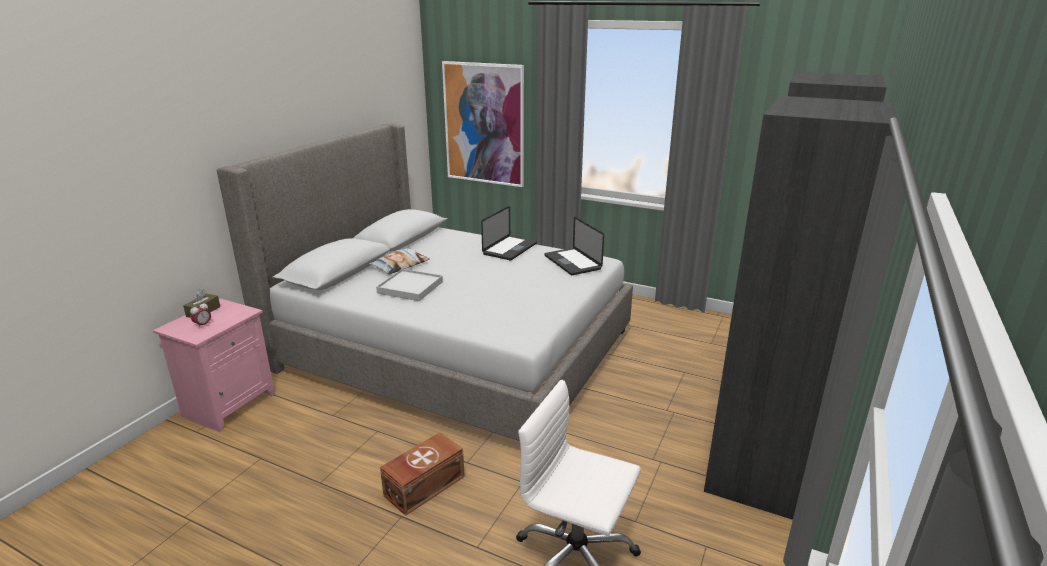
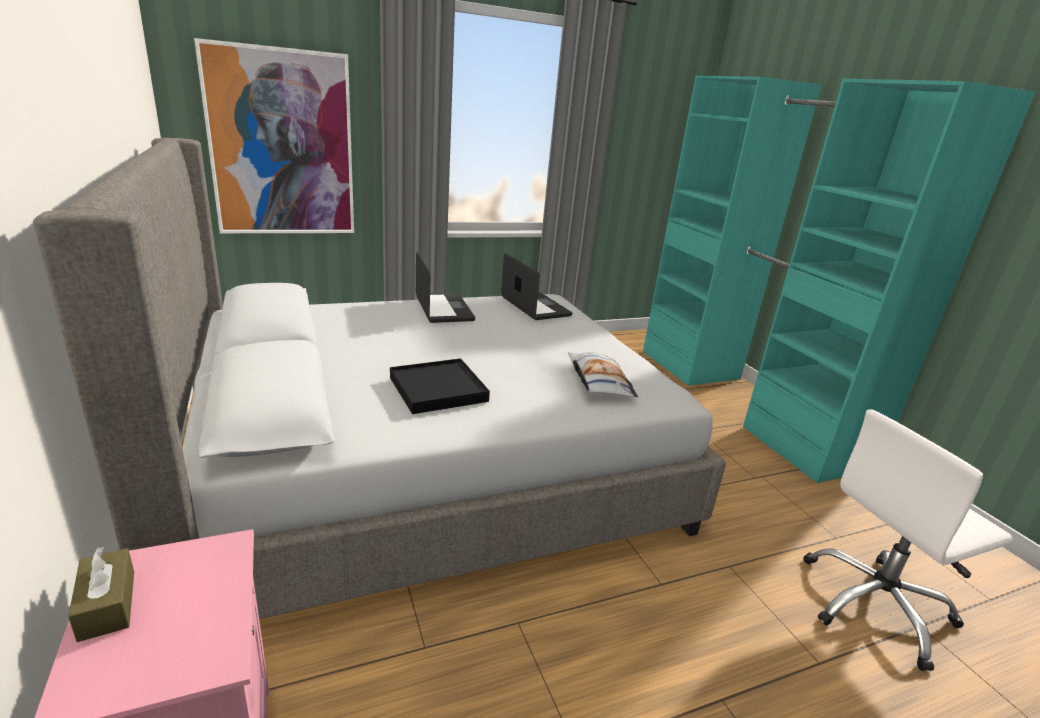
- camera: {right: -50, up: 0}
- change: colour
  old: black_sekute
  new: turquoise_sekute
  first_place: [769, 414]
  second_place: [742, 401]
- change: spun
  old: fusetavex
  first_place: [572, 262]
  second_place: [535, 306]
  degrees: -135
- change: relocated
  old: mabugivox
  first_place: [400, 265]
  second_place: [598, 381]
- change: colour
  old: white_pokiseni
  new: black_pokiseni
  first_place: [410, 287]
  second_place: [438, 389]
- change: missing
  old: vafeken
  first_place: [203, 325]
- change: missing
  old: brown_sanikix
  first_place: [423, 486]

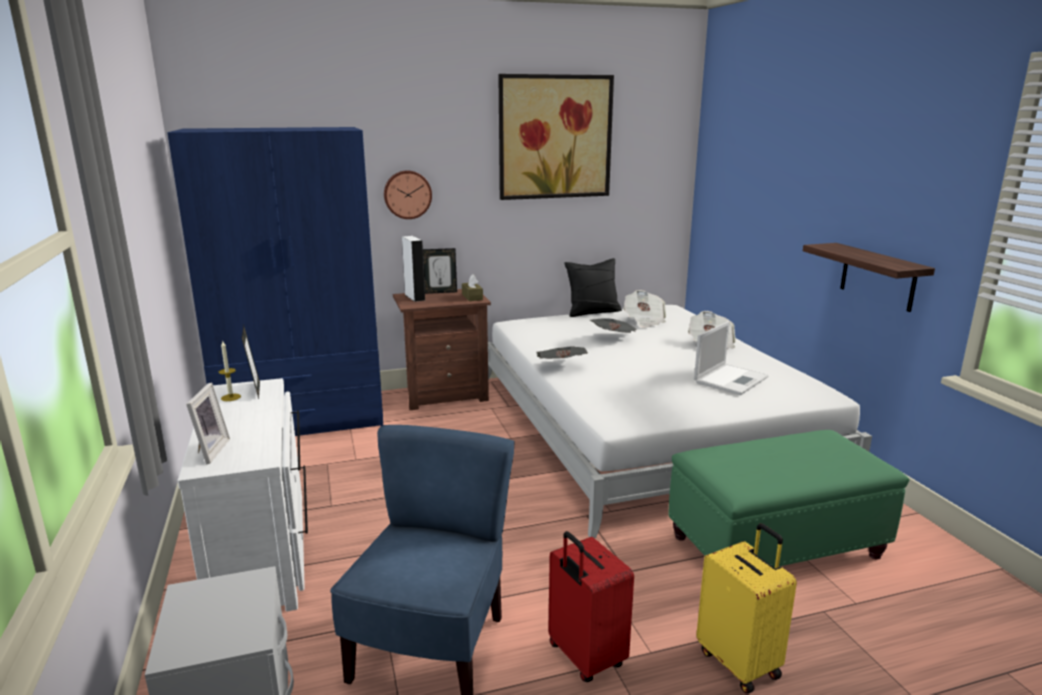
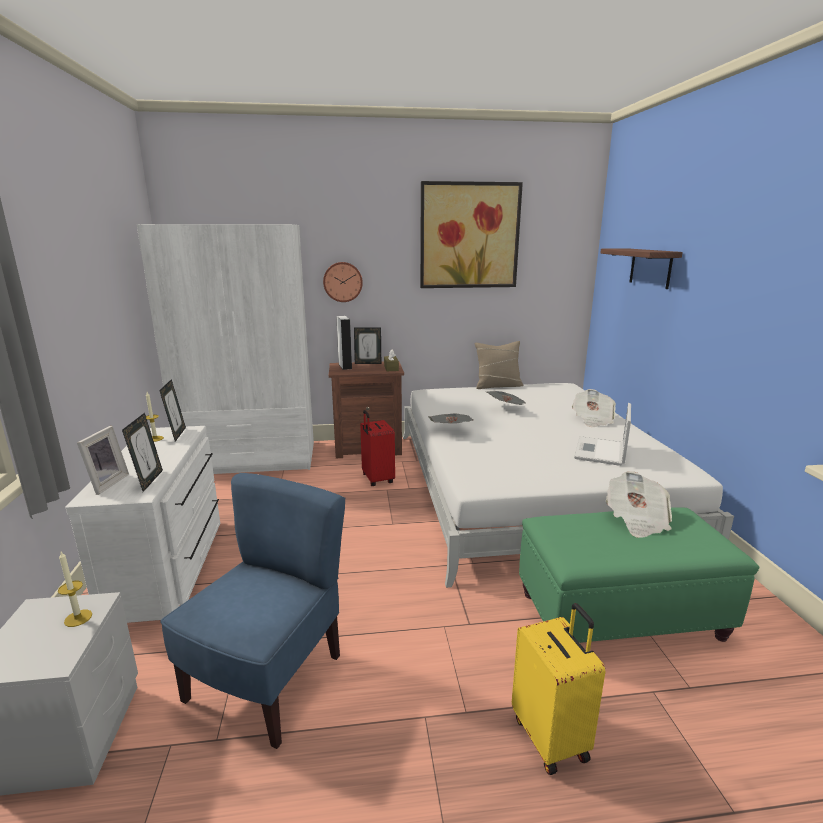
- camera: {right: 10, up: 0}
- change: colour
  old: blue_sekute
  new: white_sekute
  first_place: [303, 419]
  second_place: [251, 459]
- change: relocated
  old: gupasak
  first_place: [877, 277]
  second_place: [650, 268]
- change: colour
  old: black_mabugivox
  new: beige_mabugivox
  first_place: [592, 312]
  second_place: [497, 386]
- change: relocated
  old: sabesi
  first_place: [644, 321]
  second_place: [636, 520]
- change: spun
  old: fusetavex
  first_place: [731, 379]
  second_place: [600, 452]
  degrees: 150
- change: relocated
  old: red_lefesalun
  first_place: [584, 657]
  second_place: [377, 479]
- change: appeared
  new: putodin
  second_place: [149, 481]
- change: appeared
  new: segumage
  second_place: [78, 618]

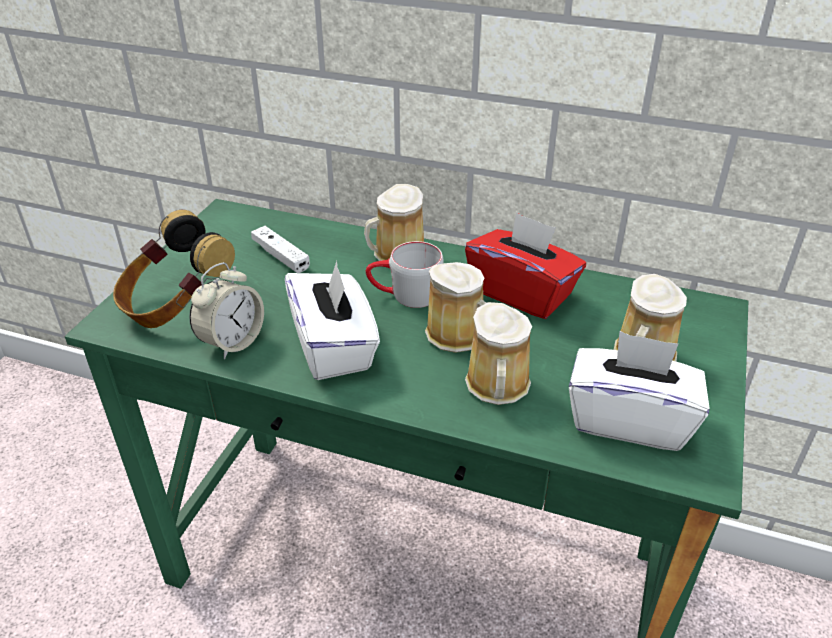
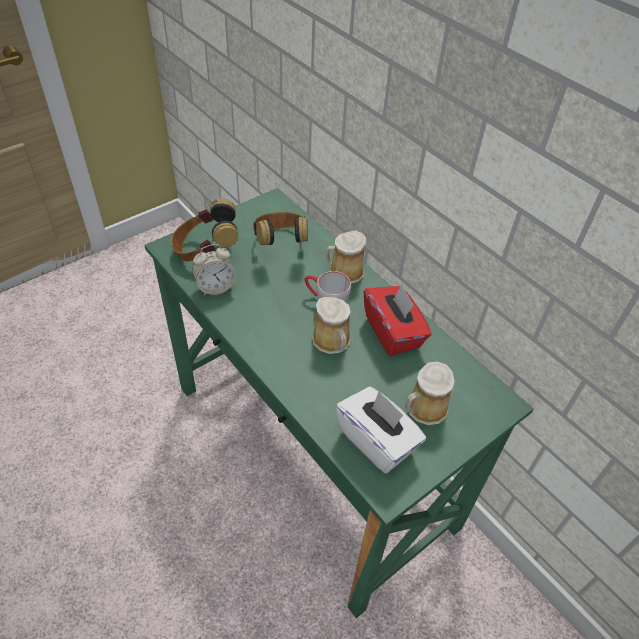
- camera: {right: 30, up: 10}
- change: exchanged
  old: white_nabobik
  new: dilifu
  first_place: [281, 256]
  second_place: [280, 244]
- change: missing
  old: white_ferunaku
  first_place: [334, 347]
- change: missing
  old: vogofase
  first_place: [497, 387]

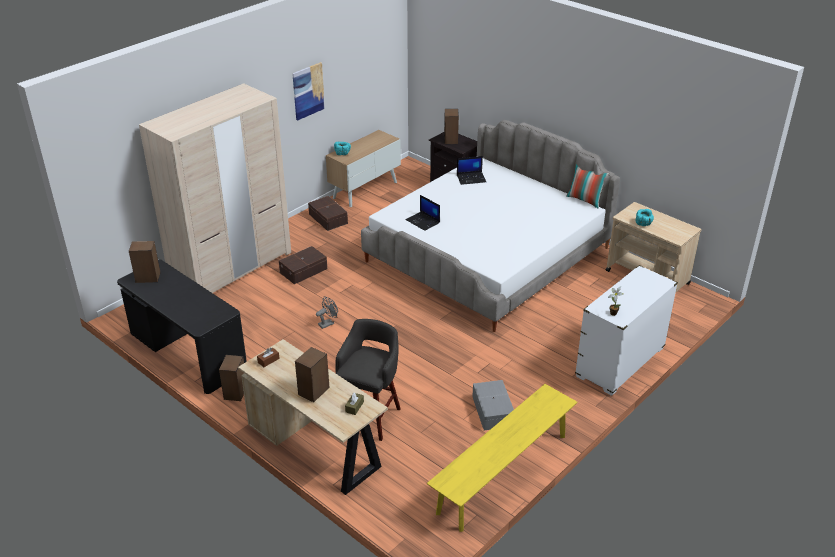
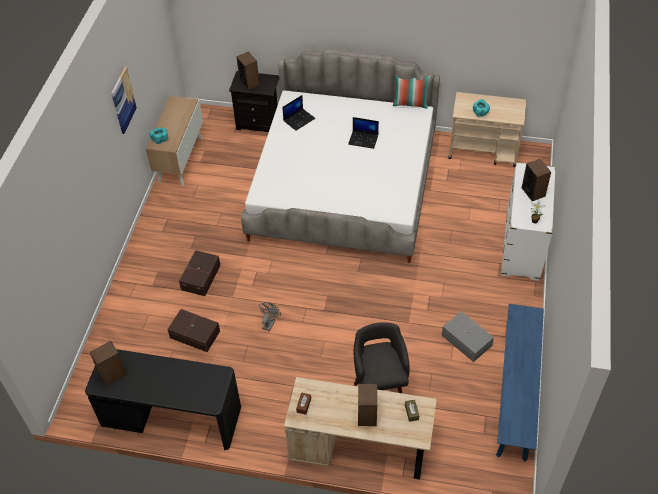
- camera: {right: -30, up: 15}
- change: missing
  old: beige_sekute
  first_place: [231, 268]
- change: relocated
  old: fusetavex
  first_place: [423, 221]
  second_place: [363, 139]
- change: relocated
  old: brown_sanikix
  first_place: [328, 219]
  second_place: [195, 335]
- change: relocated
  old: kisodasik
  first_place: [235, 392]
  second_place: [533, 192]
- change: colour
  old: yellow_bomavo
  new: blue_bomavo
  first_place: [503, 473]
  second_place: [516, 393]

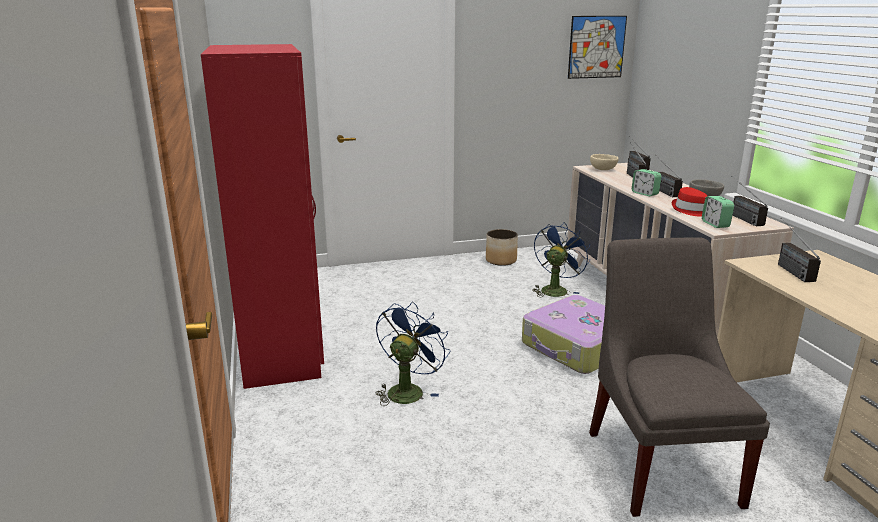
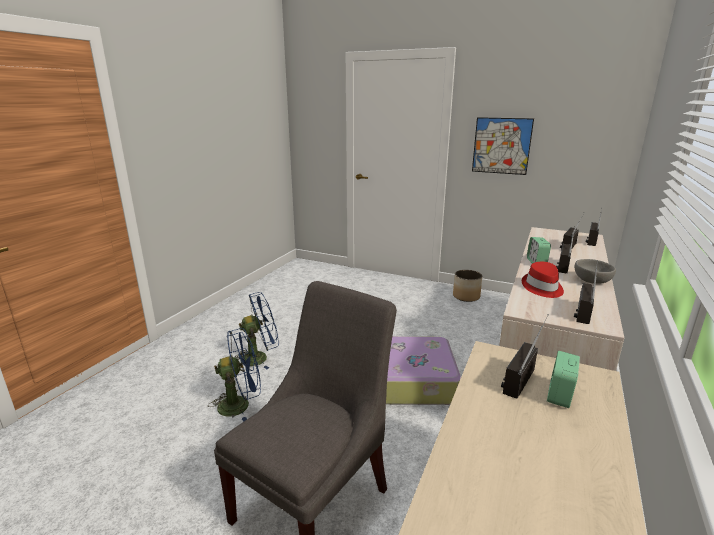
- camera: {right: 40, up: 0}
- change: relocated
  old: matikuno
  first_place: [596, 47]
  second_place: [501, 146]
- change: missing
  old: red_sekute
  first_place: [282, 348]
- change: missing
  old: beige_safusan
  first_place: [602, 169]
- change: relocated
  old: vafeken
  first_place: [715, 224]
  second_place: [559, 395]
- change: relocated
  old: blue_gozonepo
  first_place: [555, 289]
  second_place: [241, 404]

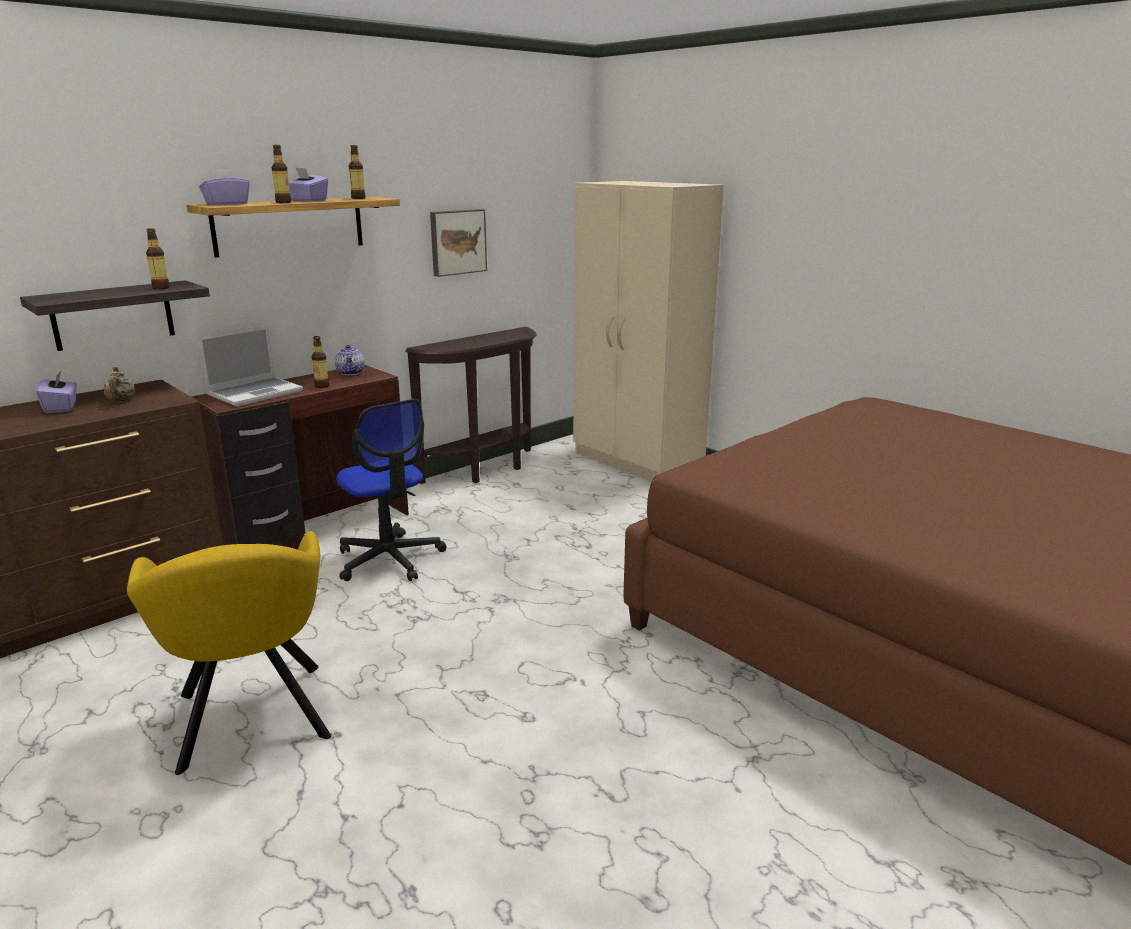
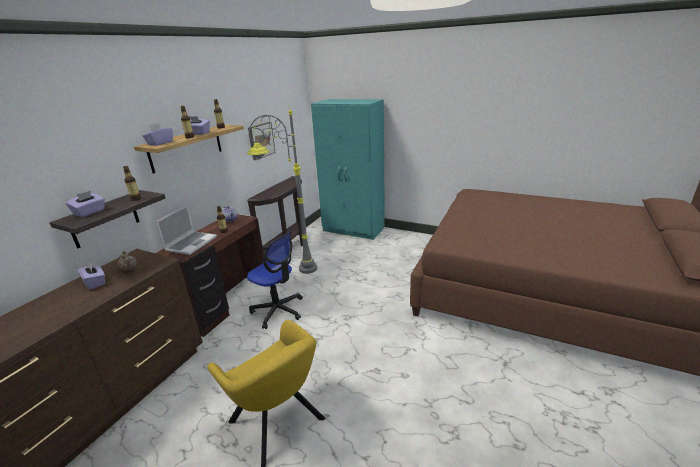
- camera: {right: -20, up: 5}
- change: colour
  old: beige_sekute
  new: turquoise_sekute
  first_place: [638, 461]
  second_place: [354, 230]
- change: appeared
  new: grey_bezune
  second_place: [292, 271]
- change: appeared
  new: purple_ferunaku
  second_place: [90, 212]

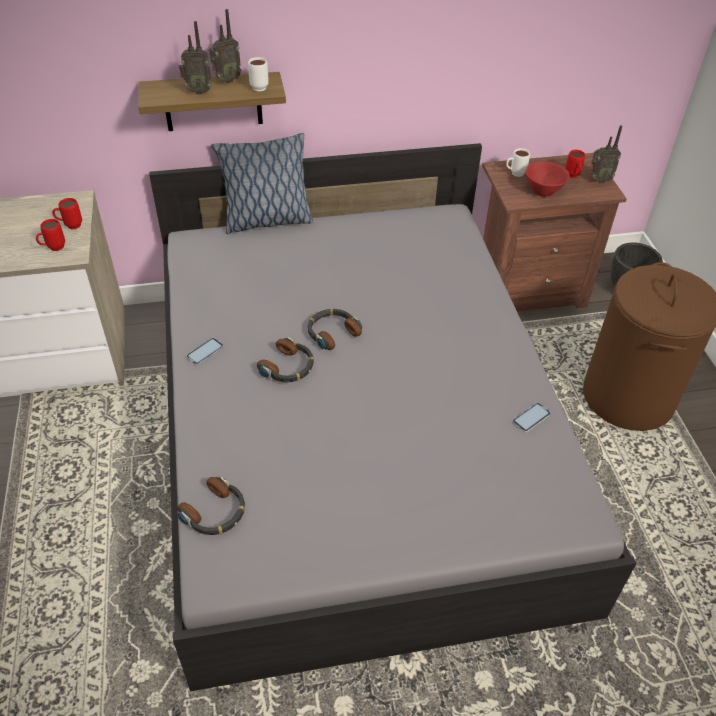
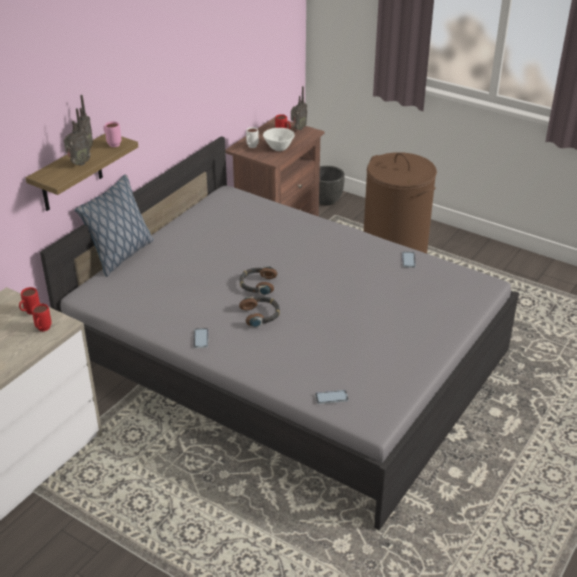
- camera: {right: -45, up: -10}
- change: colour
  old: white_vogofase
  new: pink_vogofase
  first_place: [259, 86]
  second_place: [112, 144]
- change: colour
  old: red_safusan
  new: white_safusan
  first_place: [545, 190]
  second_place: [279, 147]
- change: exchanged
  old: dilifu
  new: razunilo
  first_place: [215, 513]
  second_place: [331, 398]

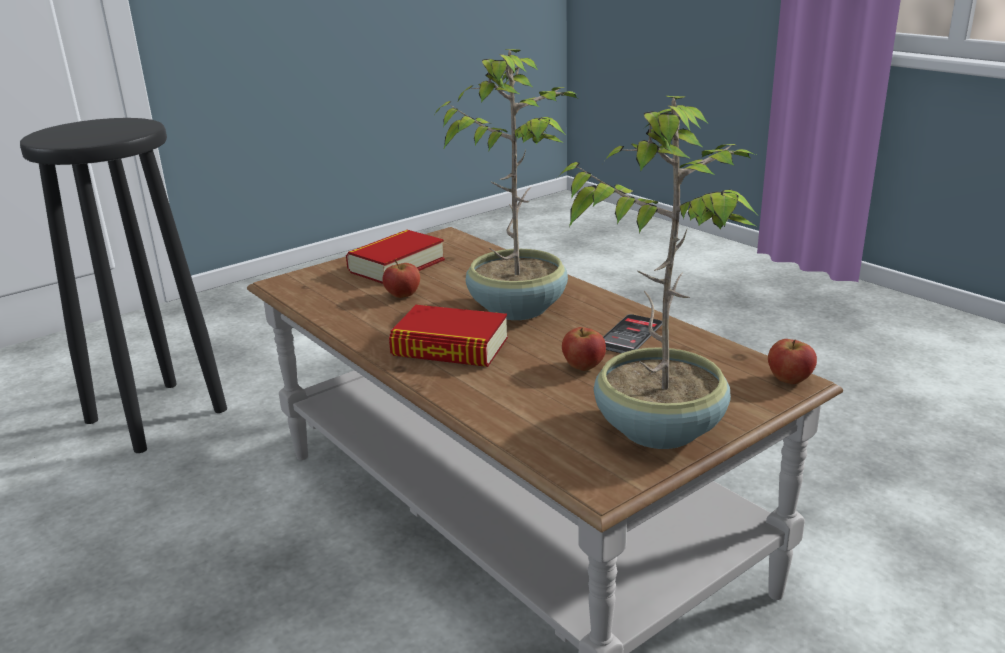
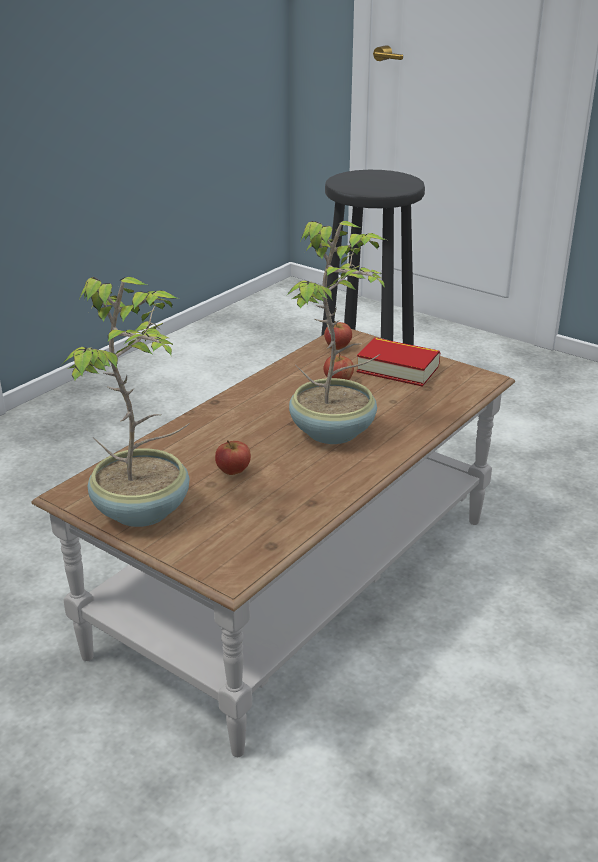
- camera: {right: 75, up: 5}
- change: missing
  old: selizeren
  first_place: [450, 347]
- change: missing
  old: razunilo
  first_place: [629, 335]
- change: relocated
  old: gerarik
  first_place: [789, 379]
  second_place: [338, 347]

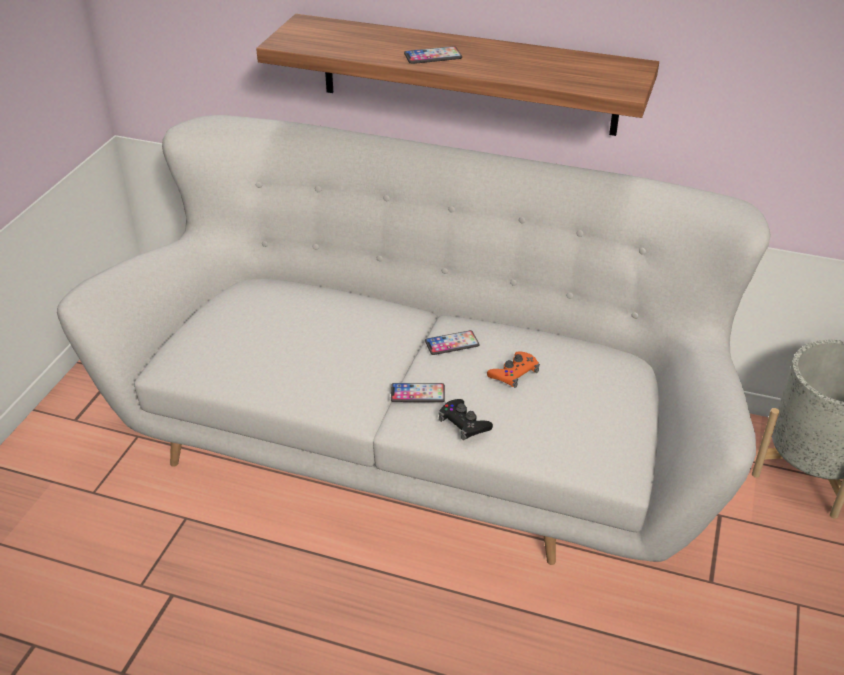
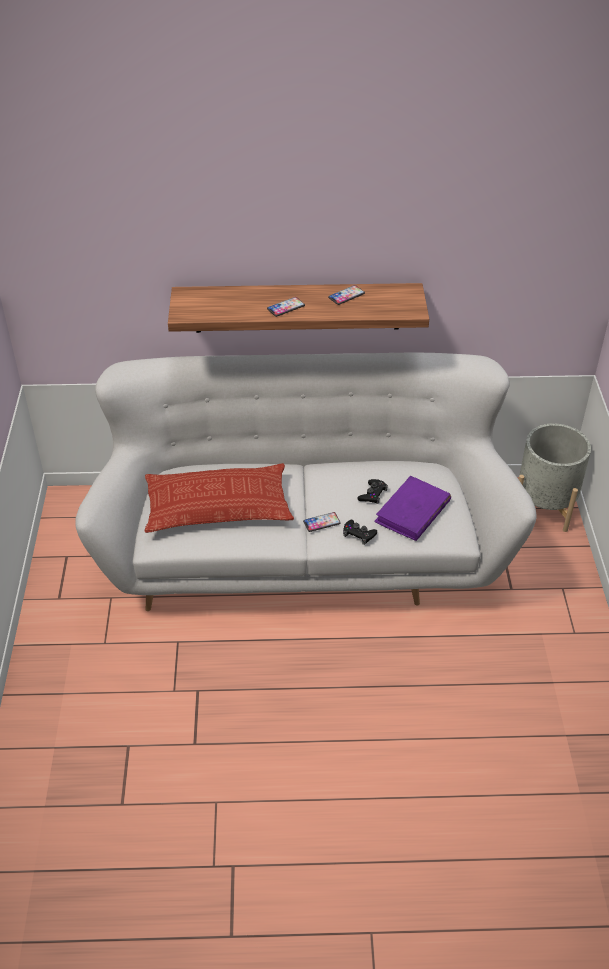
- camera: {right: -20, up: 5}
- change: relocated
  old: razunilo
  first_place: [452, 343]
  second_place: [346, 295]
- change: colour
  old: orange_nabobik
  new: black_nabobik
  first_place: [514, 373]
  second_place: [372, 494]
- change: appeared
  new: mabugivox
  second_place: [218, 506]
- change: appeared
  new: purple_selizeren
  second_place: [412, 512]

